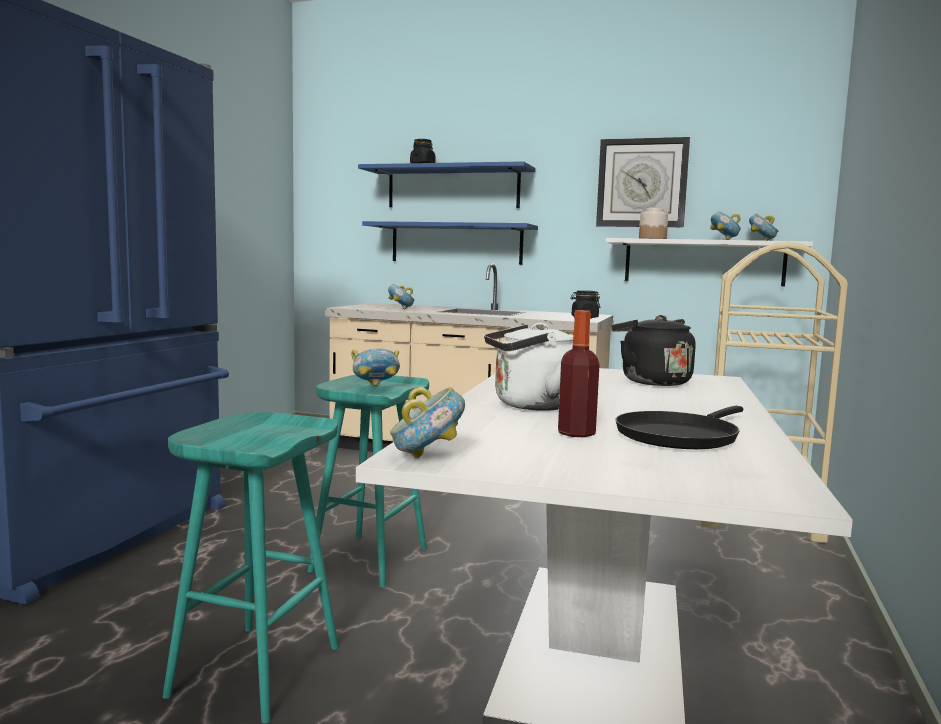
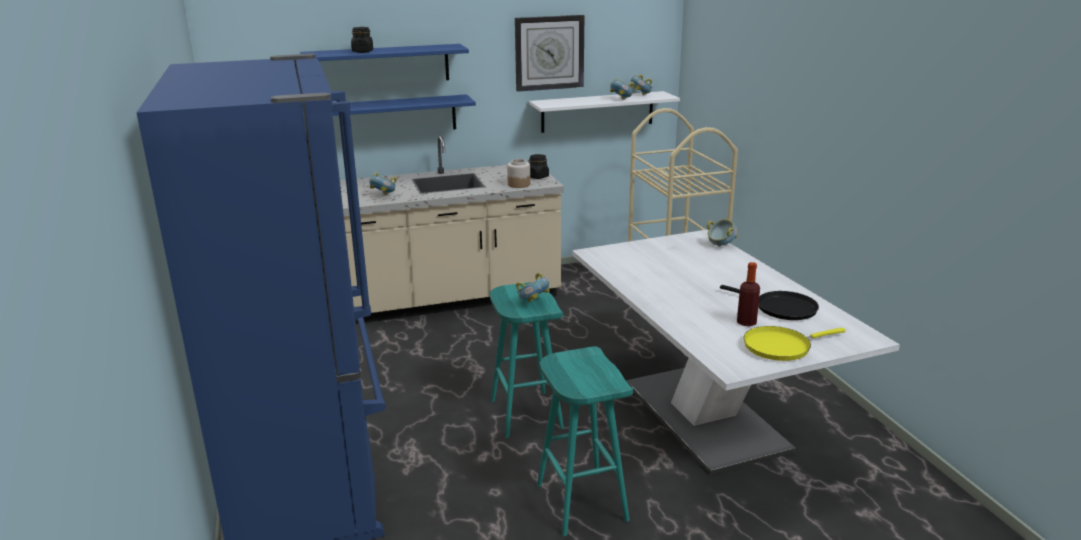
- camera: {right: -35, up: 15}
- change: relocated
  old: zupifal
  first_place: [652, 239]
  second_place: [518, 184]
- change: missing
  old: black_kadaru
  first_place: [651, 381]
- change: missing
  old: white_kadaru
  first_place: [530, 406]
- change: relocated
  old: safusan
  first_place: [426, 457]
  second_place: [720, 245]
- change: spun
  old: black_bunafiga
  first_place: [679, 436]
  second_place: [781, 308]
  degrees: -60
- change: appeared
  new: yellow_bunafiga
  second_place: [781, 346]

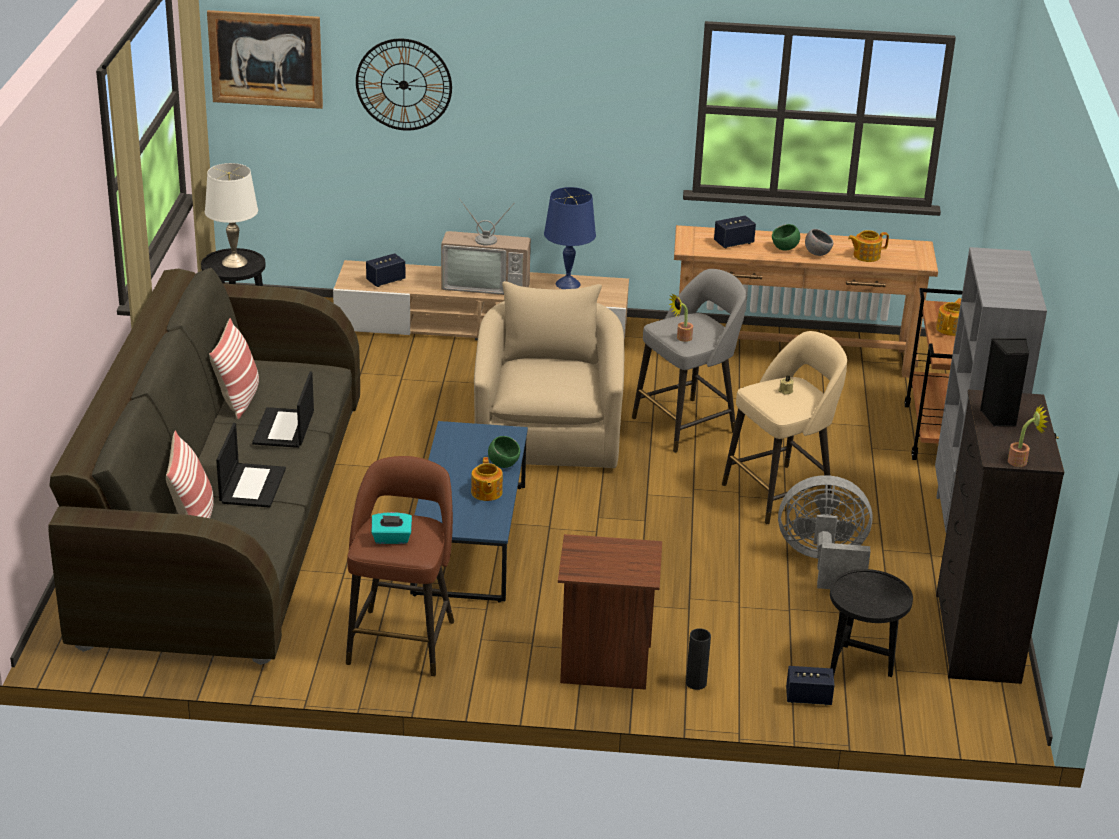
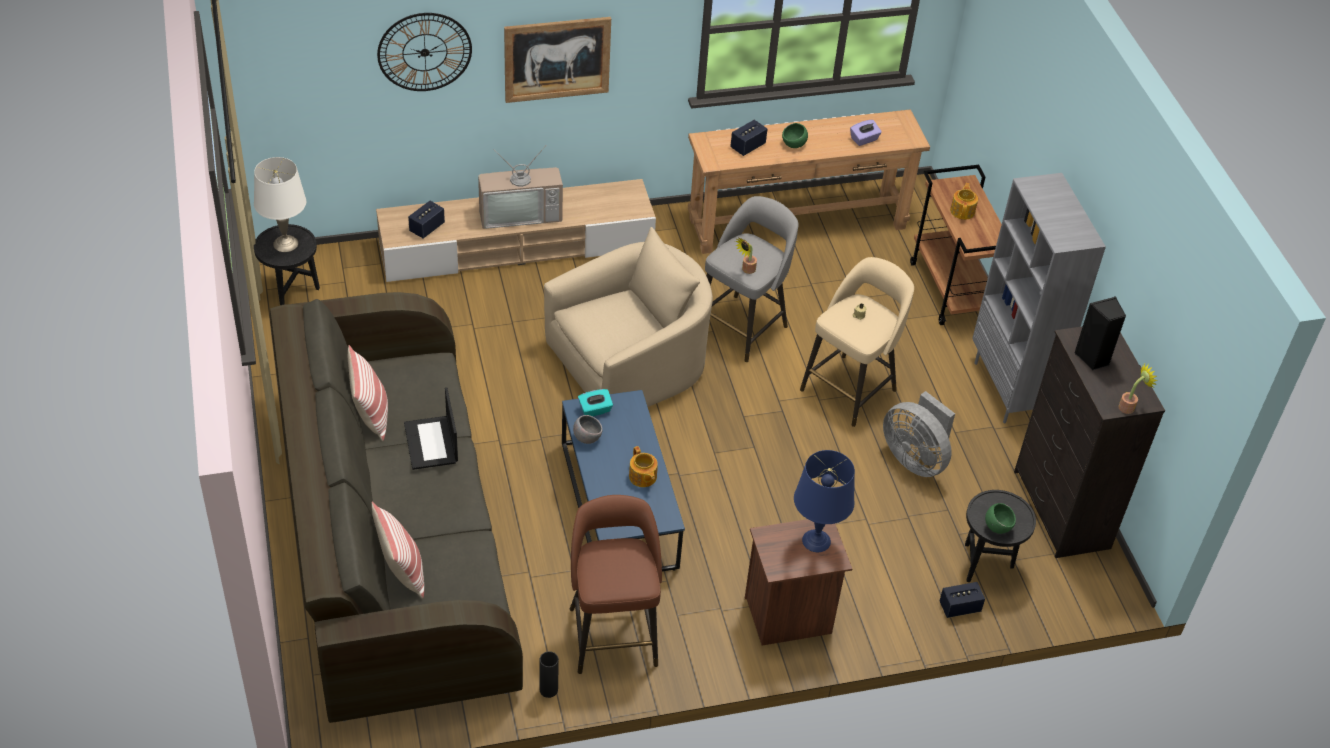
- camera: {right: -20, up: 15}
- change: relocated
  old: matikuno
  first_place: [265, 59]
  second_place: [557, 59]
- change: relocated
  old: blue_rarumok
  first_place: [568, 284]
  second_place: [816, 540]
- change: relocated
  old: grey_safusan
  first_place: [817, 253]
  second_place: [587, 438]
- change: exchanged
  old: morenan
  new: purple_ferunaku
  first_place: [866, 256]
  second_place: [864, 139]
- change: spun
  old: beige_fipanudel
  first_place: [548, 432]
  second_place: [631, 364]
  degrees: 75
- change: missing
  old: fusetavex
  first_place: [252, 485]
- change: relocated
  old: green_safusan
  first_place: [503, 464]
  second_place: [997, 527]
- change: spun
  old: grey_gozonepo
  first_place: [824, 563]
  second_place: [915, 458]
  degrees: -120
- change: relocated
  old: turquoise_ferunaku
  first_place: [391, 539]
  second_place: [595, 410]
- change: relocated
  old: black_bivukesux
  first_place: [696, 683]
  second_place: [548, 690]

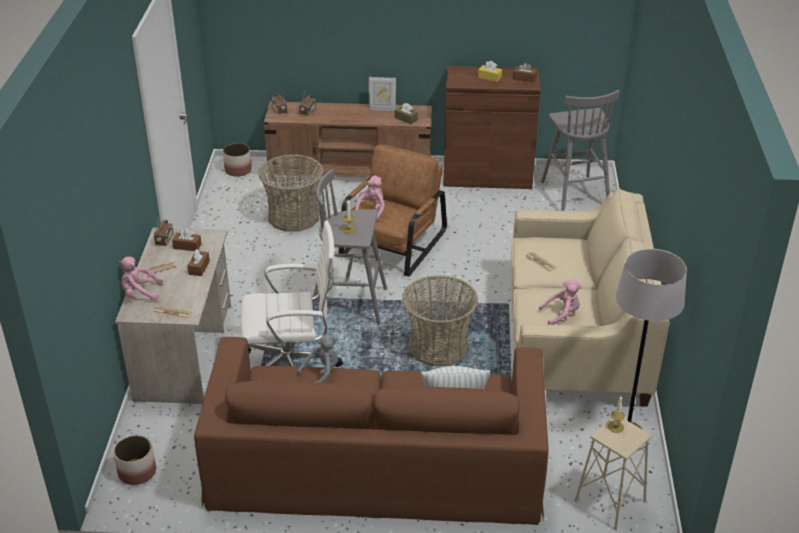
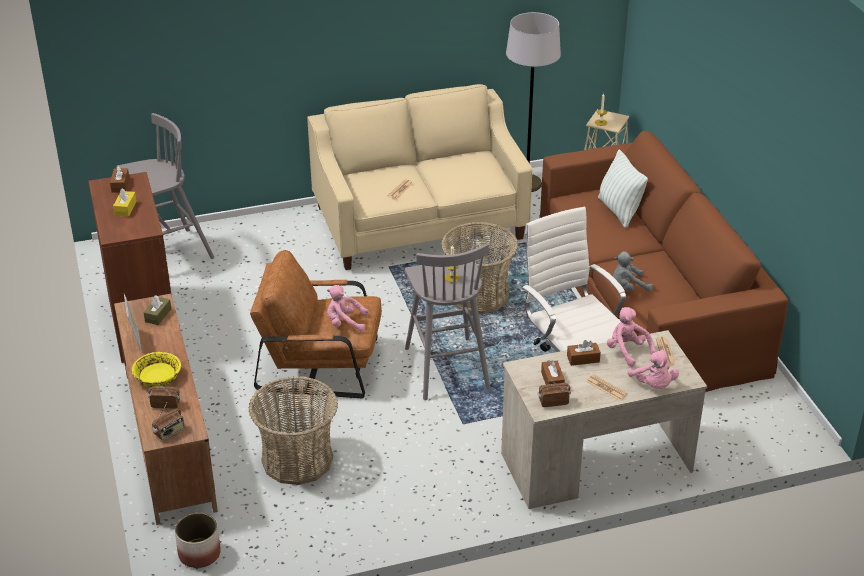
- camera: {right: -110, up: 0}
- change: relocated
  old: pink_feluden
  first_place: [562, 315]
  second_place: [627, 351]
- change: spun
  old: grey_feluden
  first_place: [322, 372]
  second_place: [628, 287]
  degrees: -45
- change: missing
  old: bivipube
  first_place: [137, 472]
- change: appeared
  new: yellow_safusan
  second_place: [157, 377]

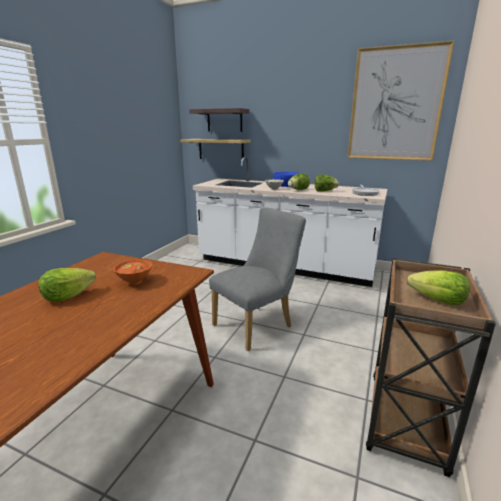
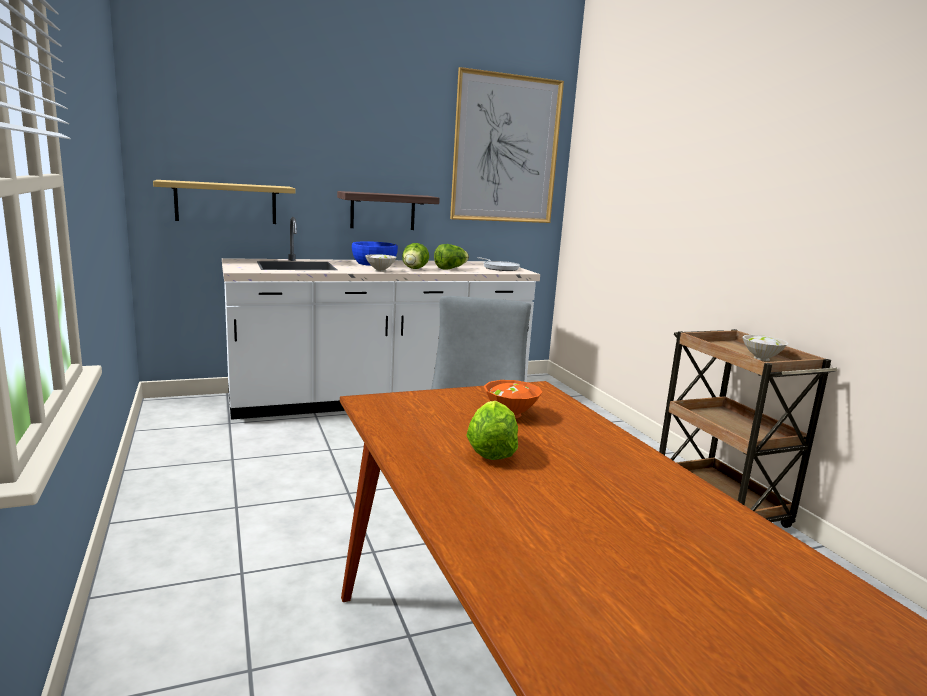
- camera: {right: -45, up: -5}
- change: relocated
  old: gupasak
  first_place: [224, 120]
  second_place: [383, 211]
- change: exchanged
  old: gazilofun
  new: white_safusan
  first_place: [437, 301]
  second_place: [762, 358]

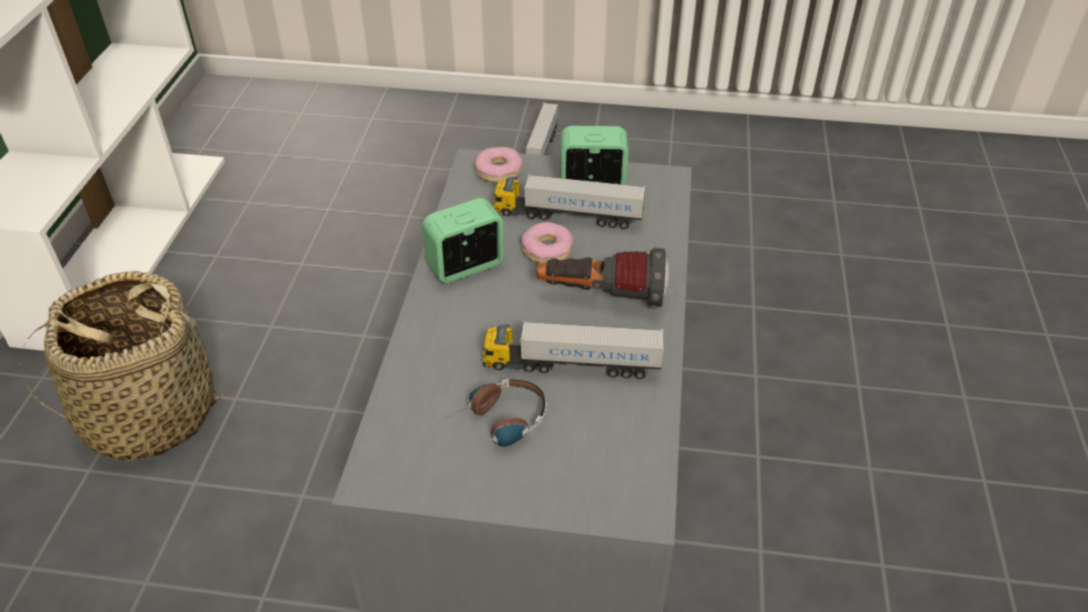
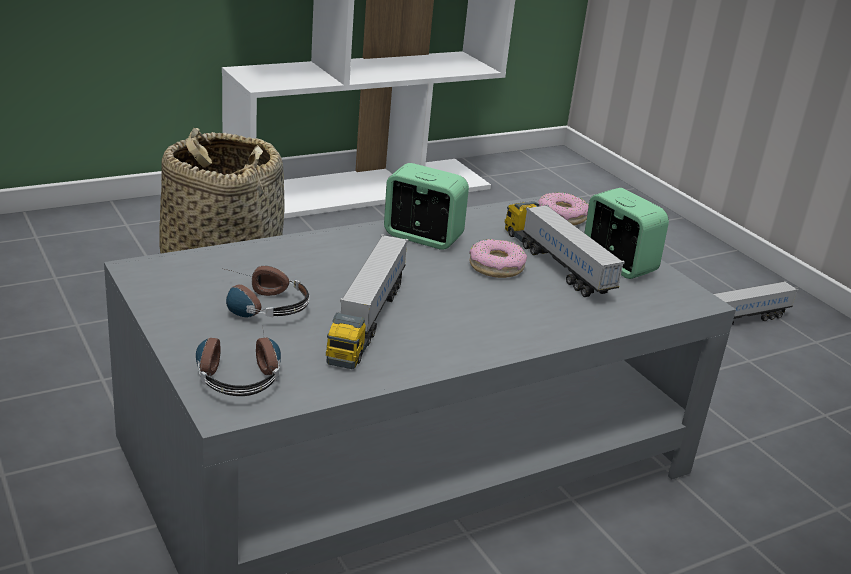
- camera: {right: 50, up: -15}
- change: missing
  old: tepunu
  first_place: [601, 296]
- change: spun
  old: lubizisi
  first_place: [571, 365]
  second_place: [367, 319]
  degrees: -135
- change: appeared
  new: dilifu
  second_place: [238, 372]

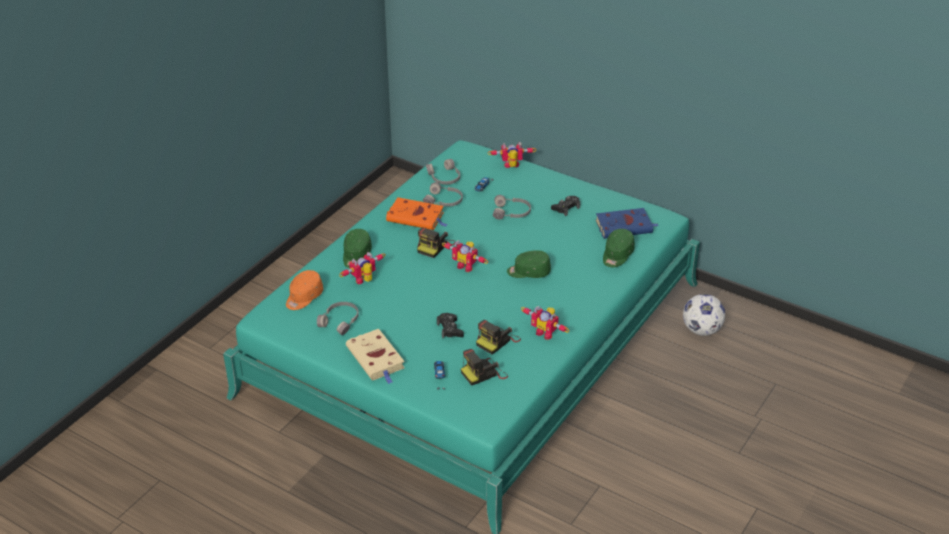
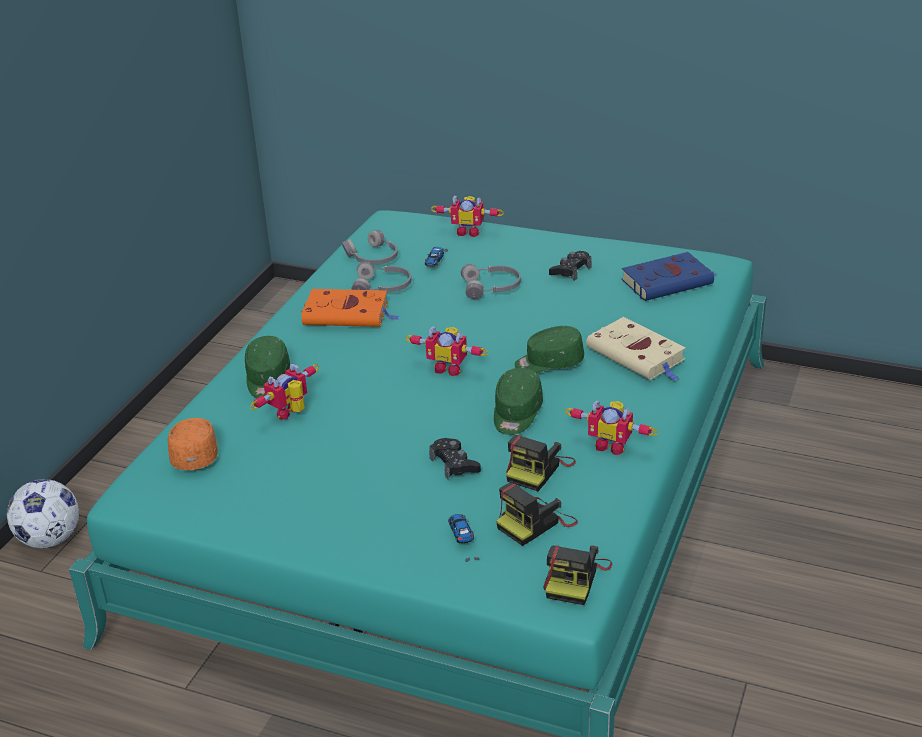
- camera: {right: -10, up: -5}
- change: spun
  old: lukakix
  first_place: [512, 167]
  second_place: [468, 231]
  degrees: -150
- change: relocated
  old: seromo
  first_place: [435, 246]
  second_place: [575, 578]
- change: relocated
  old: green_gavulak
  first_place: [617, 255]
  second_place: [516, 413]
- change: spun
  old: orange_gavulak
  first_place: [303, 297]
  second_place: [195, 453]
  degrees: 150
- change: relocated
  old: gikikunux
  first_place: [701, 330]
  second_place: [50, 539]
- change: missing
  old: grey_dilifu
  first_place: [340, 321]
- change: relocated
  old: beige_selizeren
  first_place: [376, 359]
  second_place: [638, 355]

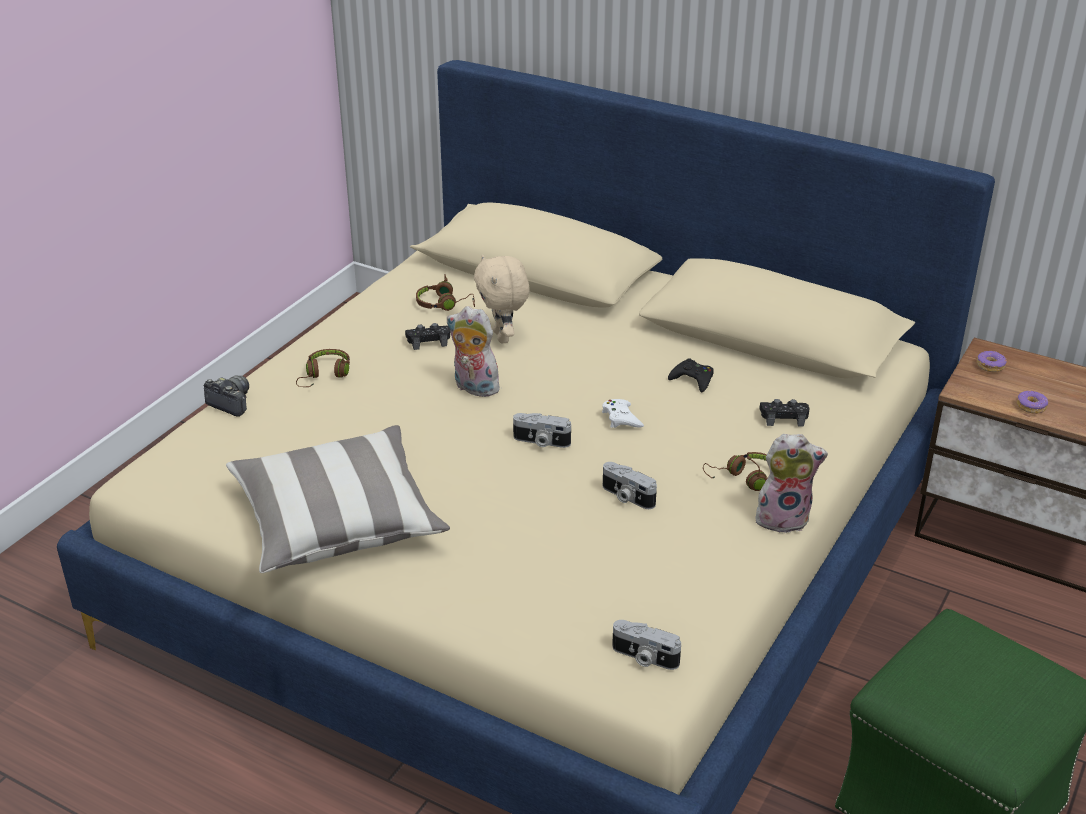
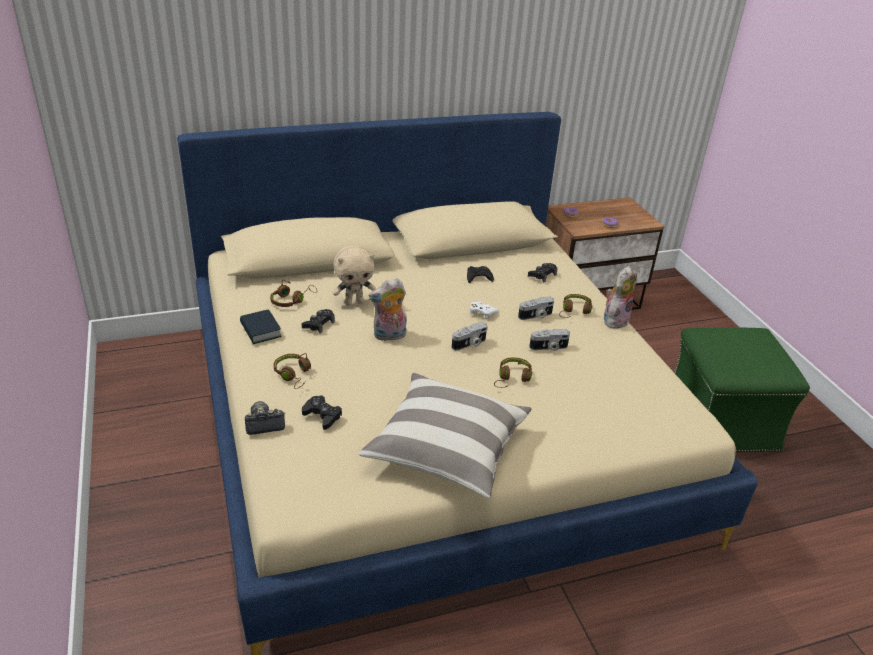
- camera: {right: -50, up: 0}
- change: spun
  old: beige_feluden
  first_place: [503, 337]
  second_place: [354, 302]
  degrees: -45
- change: relocated
  old: seromo
  first_place: [644, 657]
  second_place: [536, 316]
- change: appeared
  new: selizeren
  second_place: [260, 331]
- change: appeared
  new: brown_dilifu
  second_place: [512, 378]
- change: appeared
  new: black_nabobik
  second_place: [322, 416]

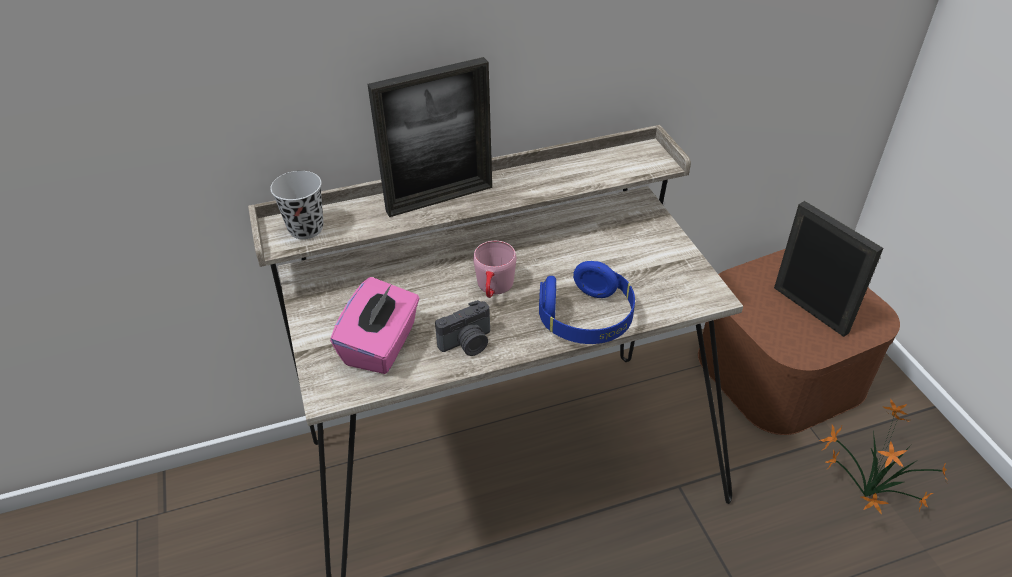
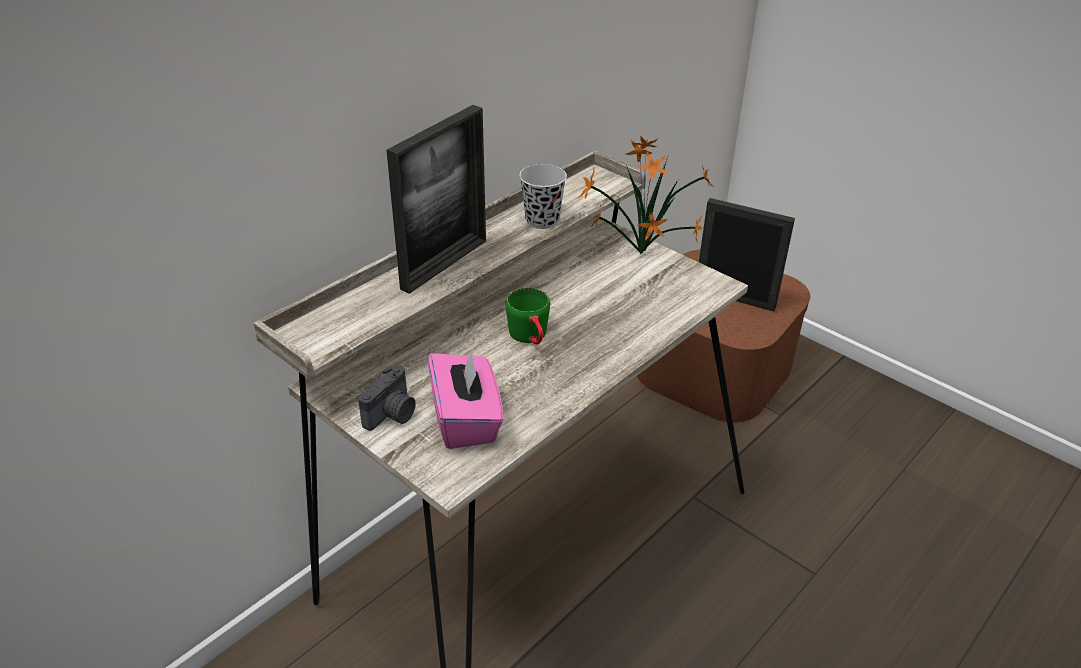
- camera: {right: -30, up: -5}
- change: relocated
  old: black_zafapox
  first_place: [306, 229]
  second_place: [542, 220]
- change: colour
  old: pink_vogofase
  new: green_vogofase
  first_place: [494, 289]
  second_place: [531, 337]
- change: missing
  old: blue_dilifu
  first_place: [586, 319]
- change: relocated
  old: seromo
  first_place: [468, 344]
  second_place: [392, 414]
- change: relocated
  old: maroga
  first_place: [862, 494]
  second_place: [637, 253]

